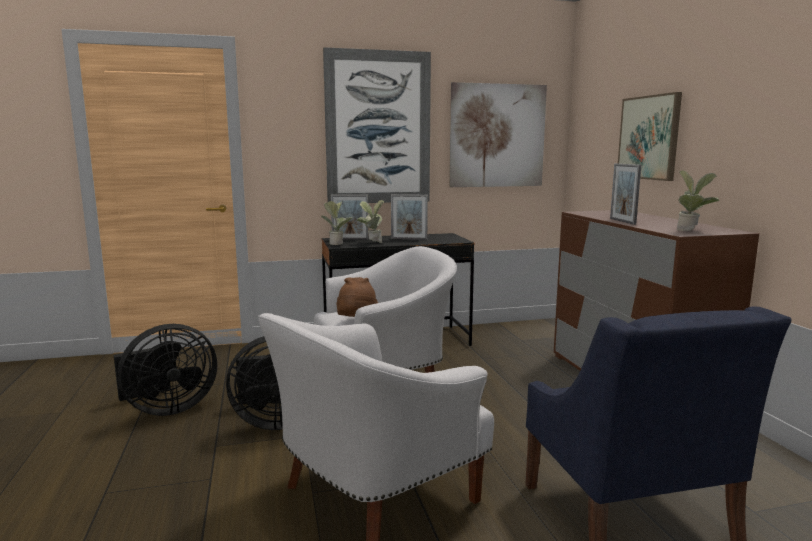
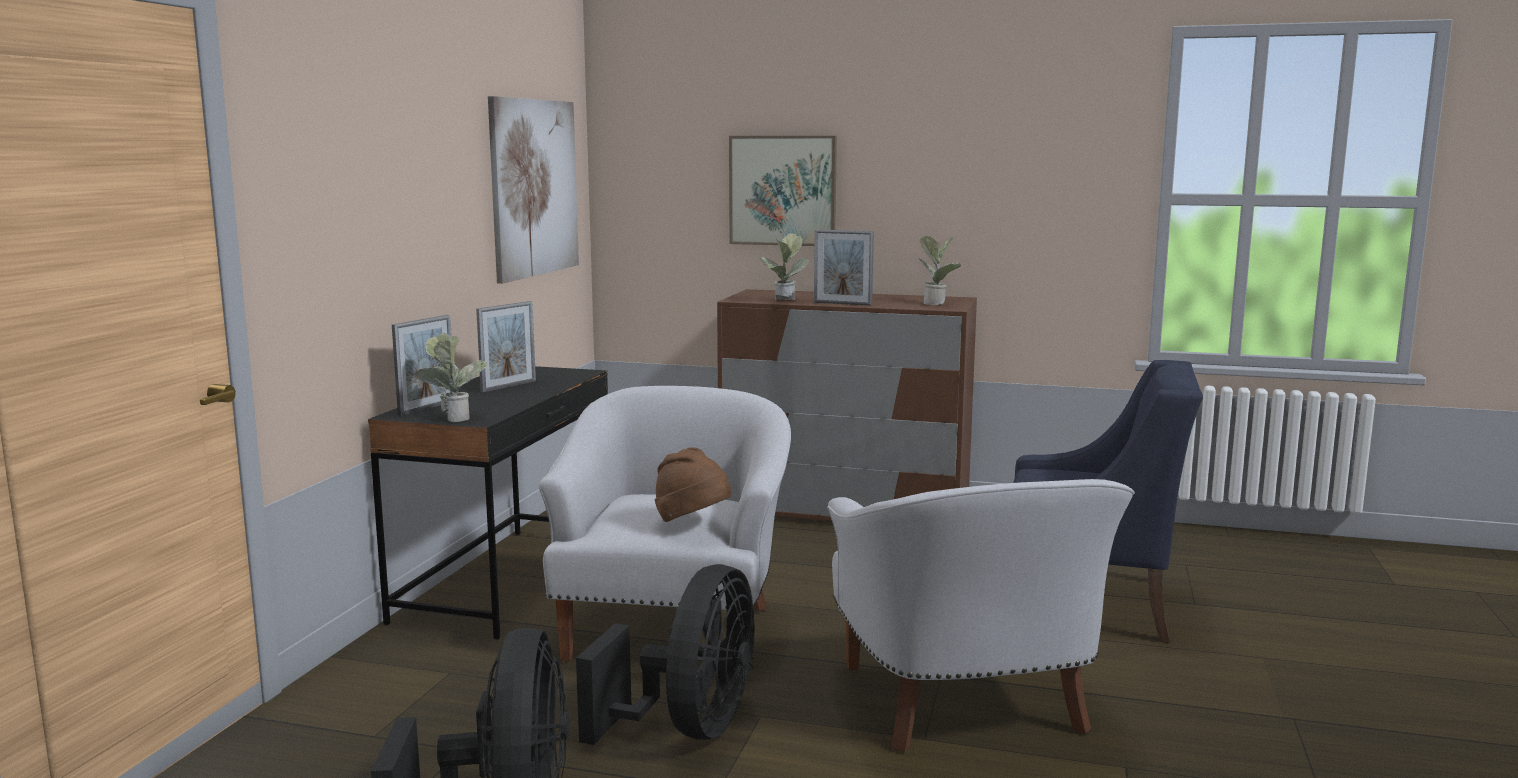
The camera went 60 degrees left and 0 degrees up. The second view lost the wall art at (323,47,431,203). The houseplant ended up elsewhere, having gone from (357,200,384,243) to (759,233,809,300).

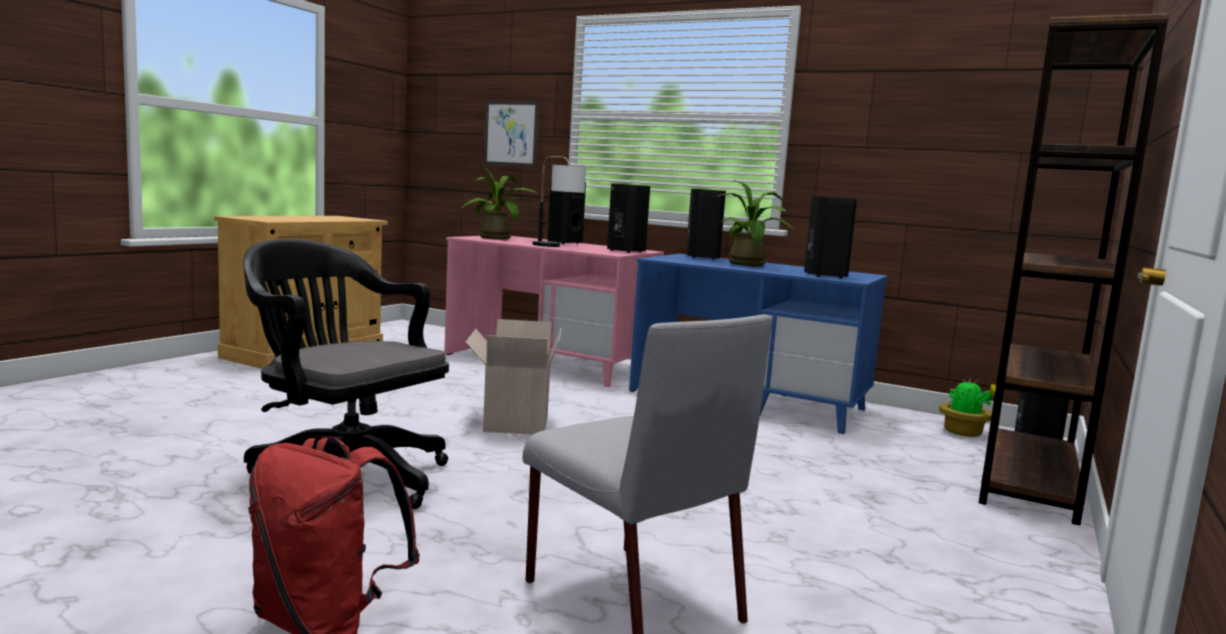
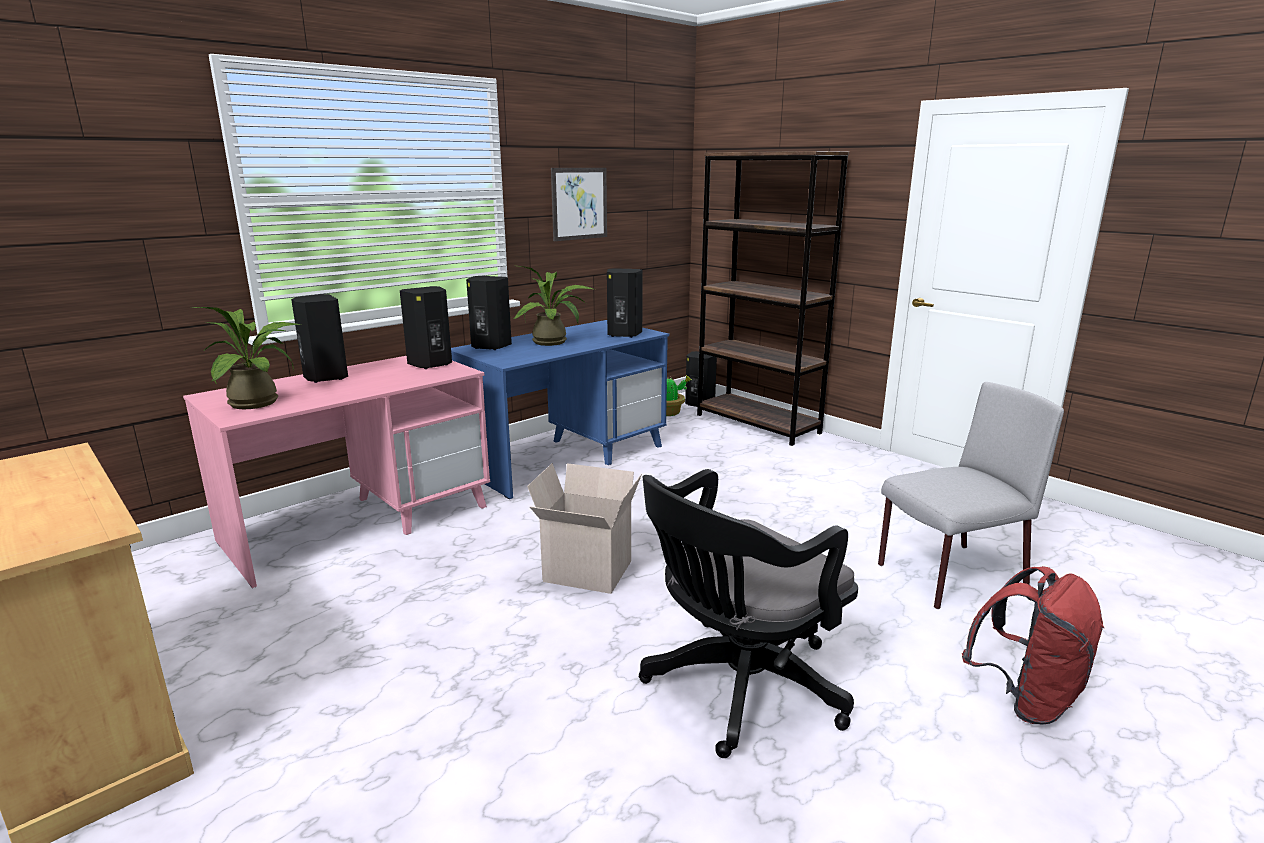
The camera went 70 degrees left and 10 degrees up. The wall art ended up elsewhere, having gone from (483,100,540,168) to (551,168,607,241). The second view lost the lamp for a table at (532,156,586,247).

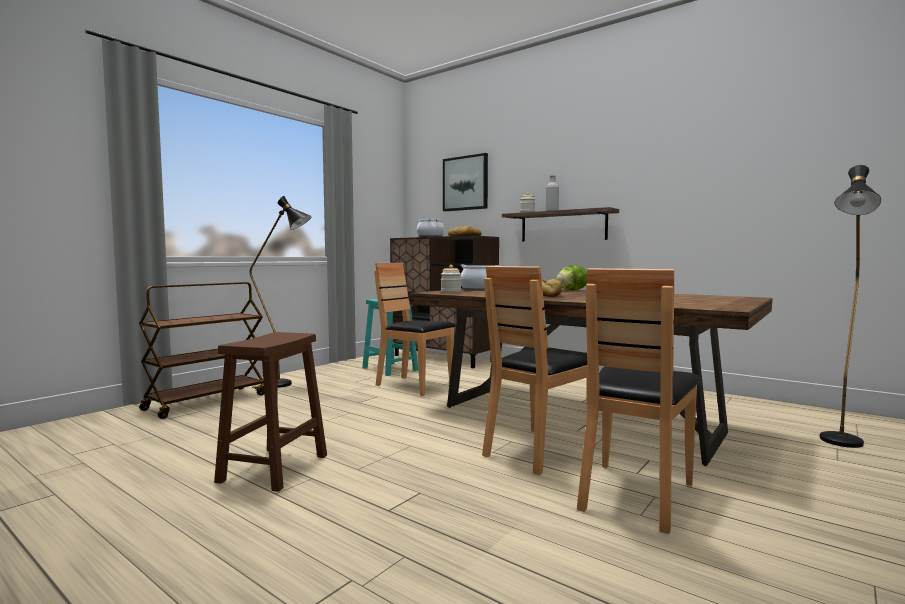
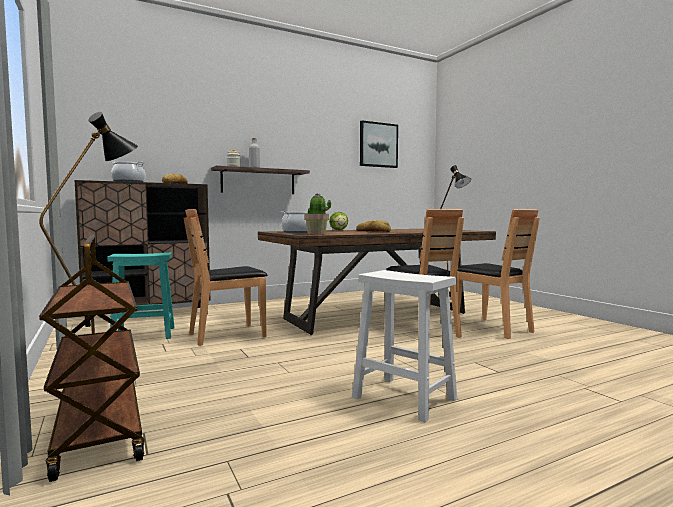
The camera went 65 degrees left and 0 degrees up. What was the brown sitting stool at (214,332,327,492) turned into the white sitting stool at (352,270,457,422). Where the preserve jar stood at (441,265,461,293), the houseplant came to stand at (304,193,331,235). The wall art ended up elsewhere, having gone from (443,153,488,211) to (360,120,398,168).

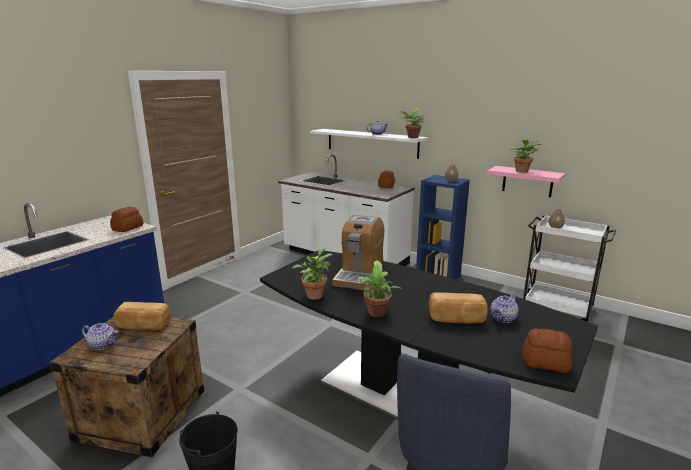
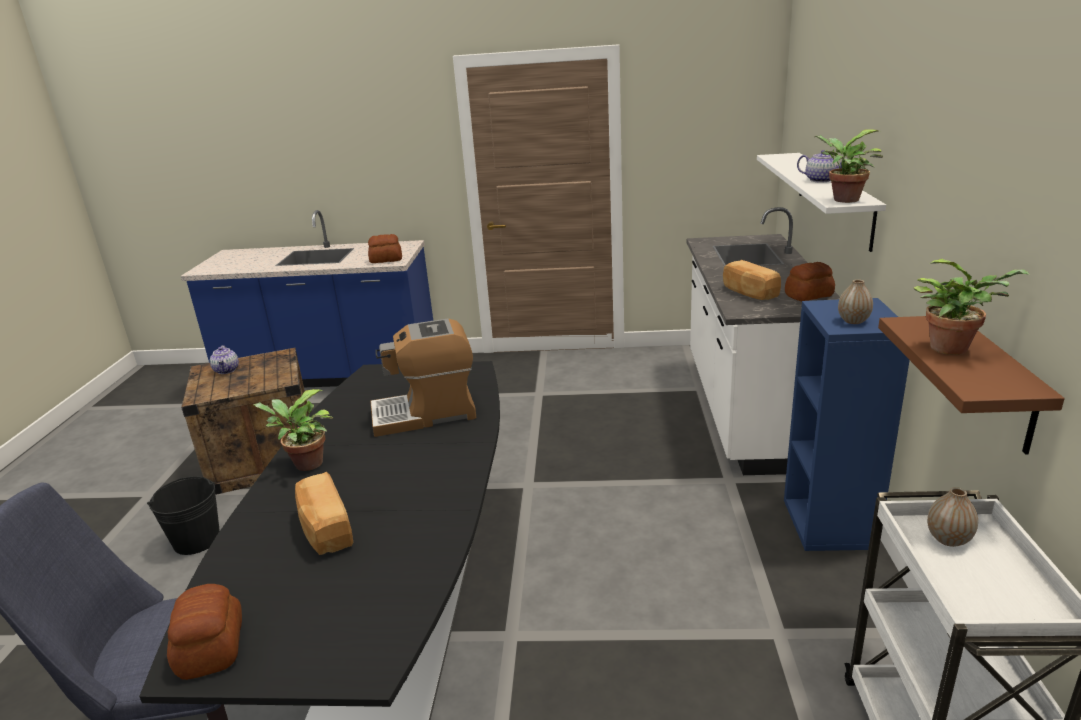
The camera went 60 degrees right and 5 degrees up. The baked bread ended up elsewhere, having gone from (114,302,171,330) to (723,260,781,300). The second view lost the houseplant at (292,247,332,300). What was the pink-coloured wall shelf at (487,166,565,197) turned into the brown wall shelf at (878,316,1065,455). The second view lost the pot for tea at (491,294,518,323).

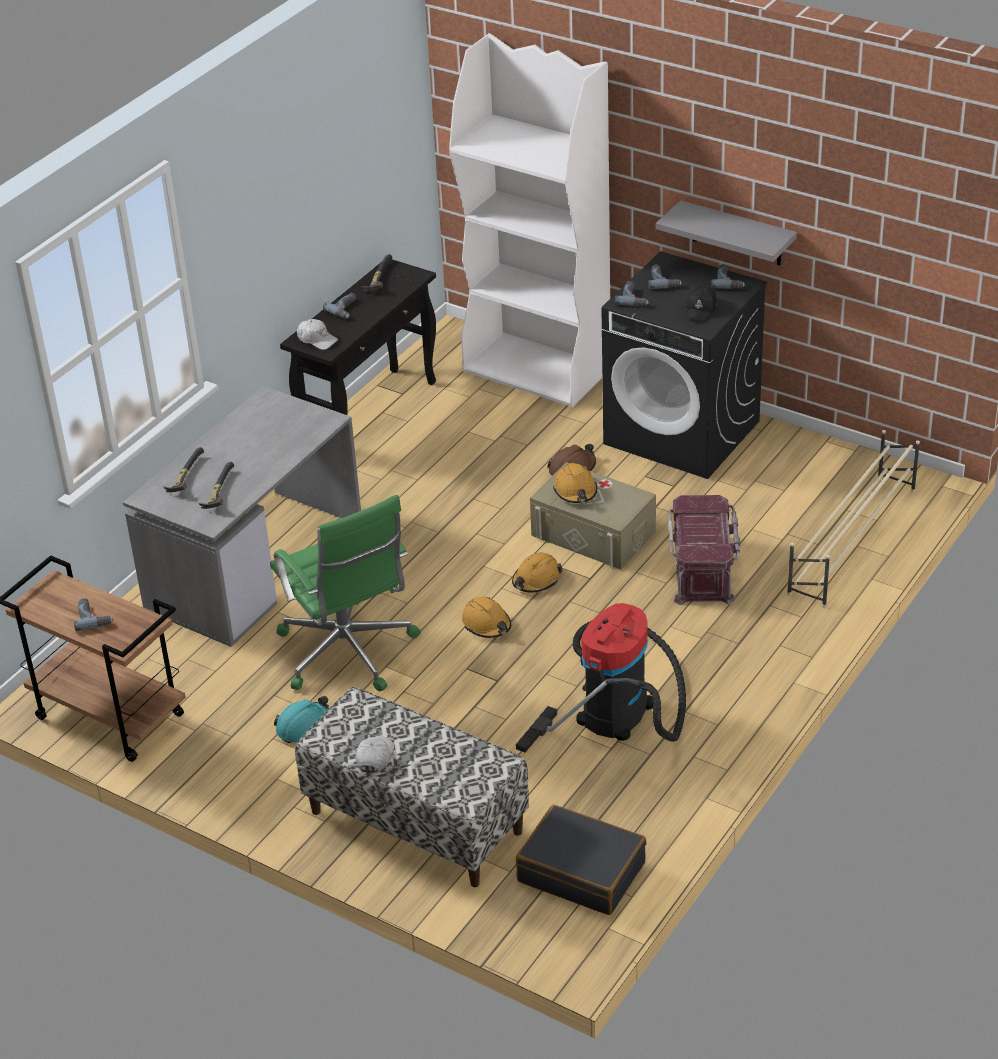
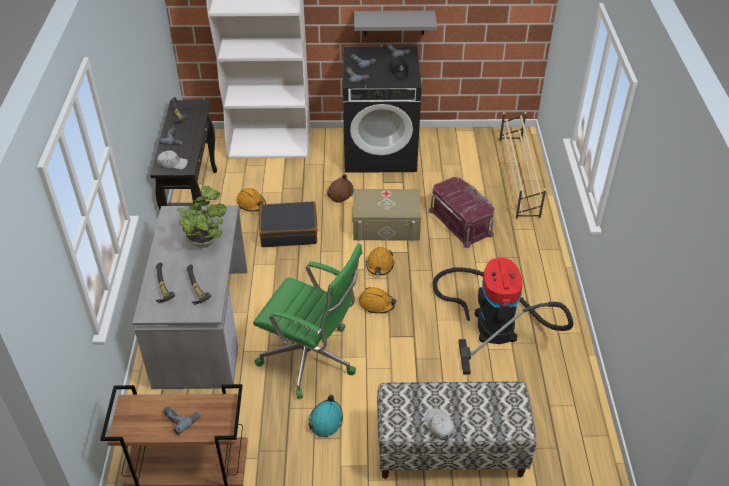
The camera went 35 degrees left and 5 degrees up. The blackish suitcase ended up elsewhere, having gone from (516,805,647,915) to (259,201,317,247). The orange-coloured work helmet ended up elsewhere, having gone from (553,463,597,503) to (237,188,266,212). The second view gained the houseplant at (177,186,226,248).

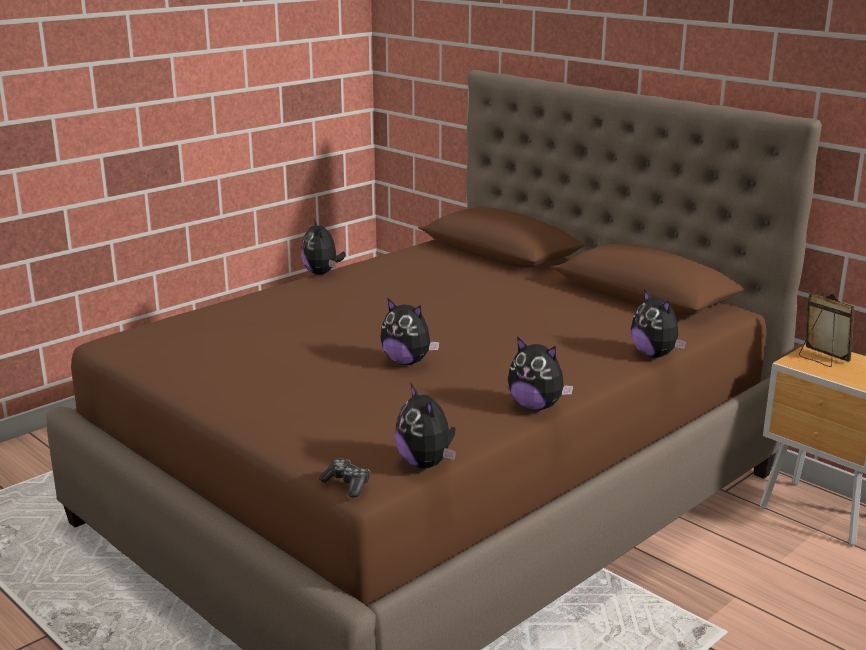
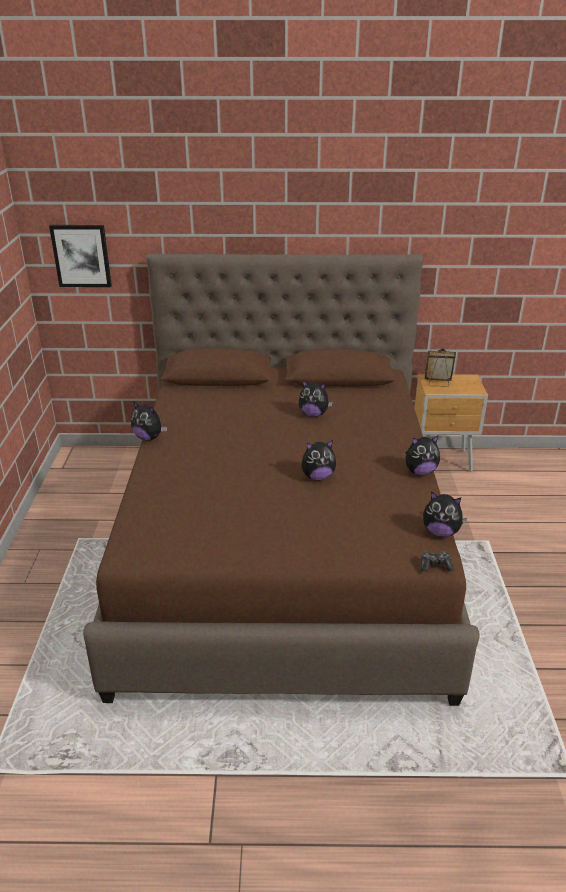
The camera went 45 degrees left and 10 degrees up. The plush toy ended up elsewhere, having gone from (631,289,686,358) to (299,380,333,417). The second view gained the wall art at (49,225,112,287).

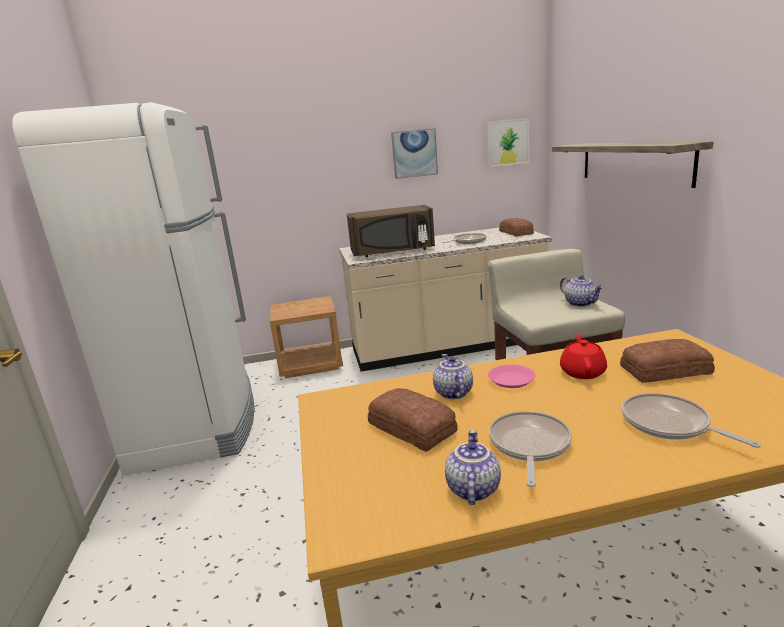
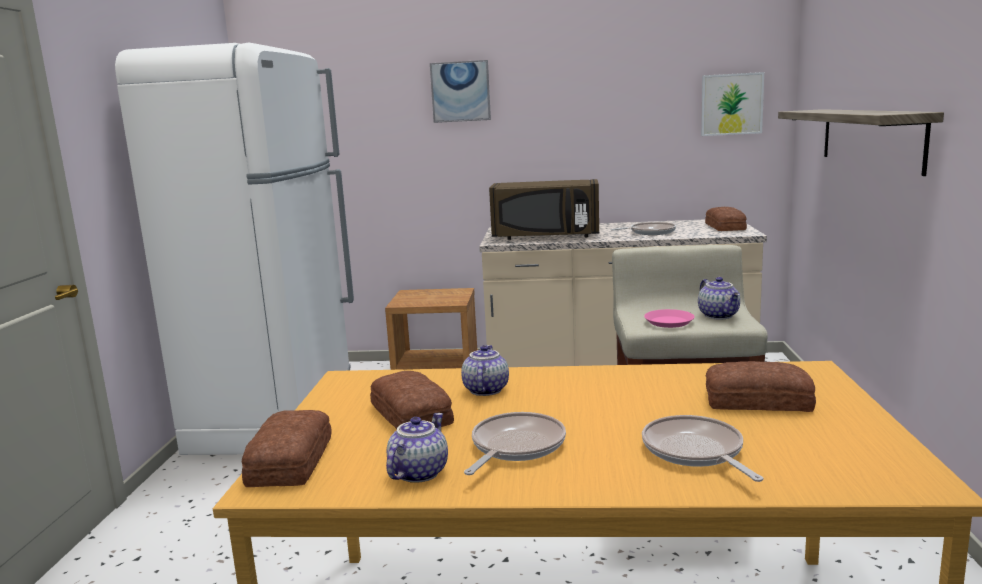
The camera went 15 degrees right and 5 degrees down. The wall art ended up elsewhere, having gone from (391,128,438,179) to (430,60,491,123). The pink-coloured plate ended up elsewhere, having gone from (488,365,535,388) to (644,309,695,328). The second view lost the reddish pot for tea at (560,333,607,379). The second view gained the baked bread at (242,410,331,487).

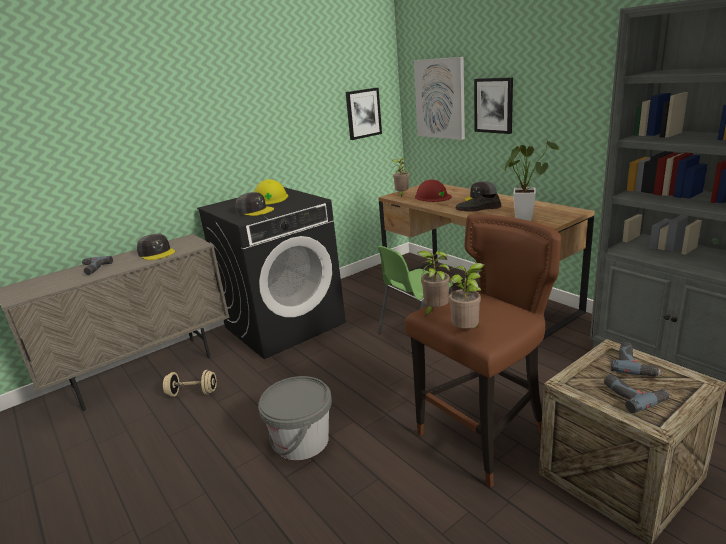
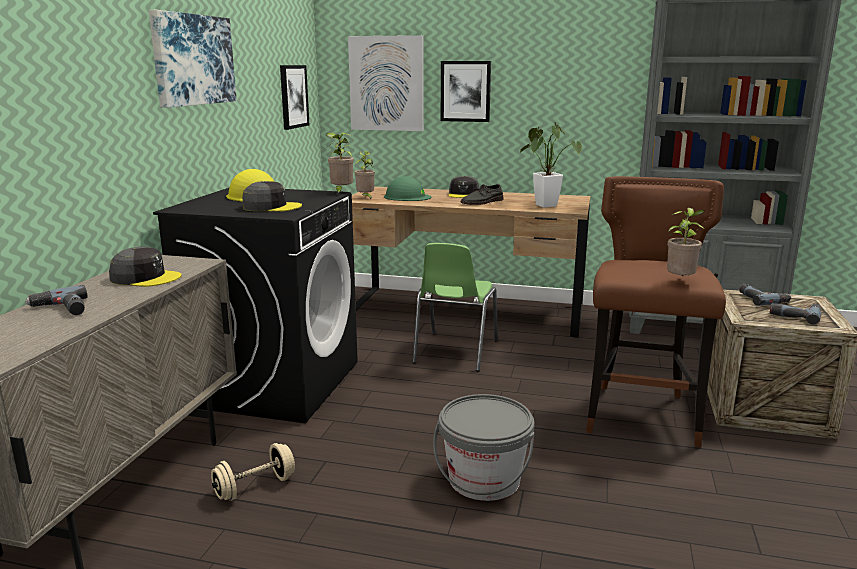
The camera went 40 degrees left and 5 degrees down. What was the reddish work helmet at (415,180,452,202) turned into the green work helmet at (384,176,431,201). The houseplant ended up elsewhere, having gone from (418,251,450,318) to (326,133,354,195). The second view gained the wall art at (149,10,237,108).

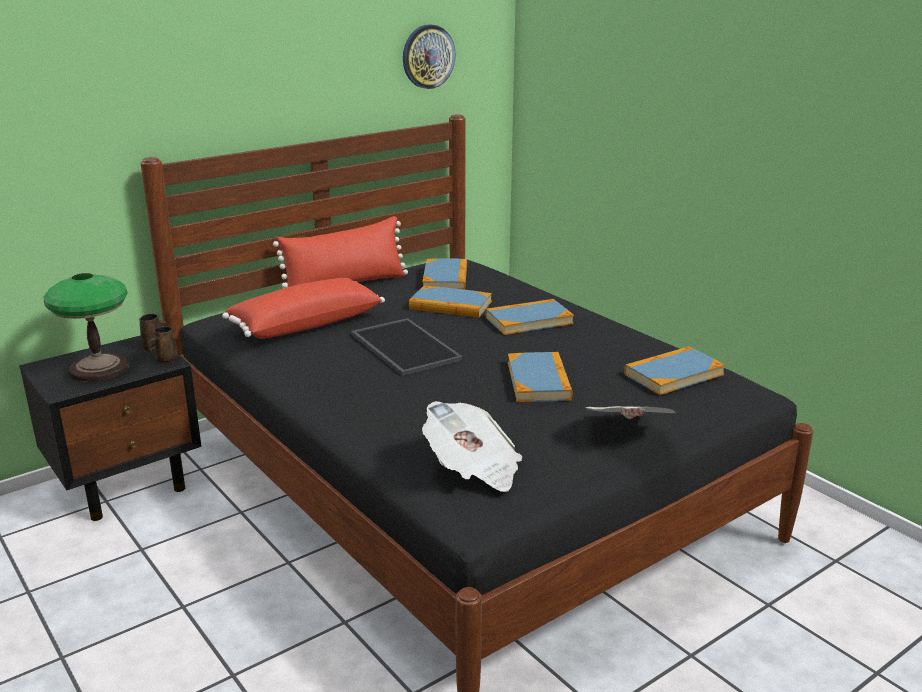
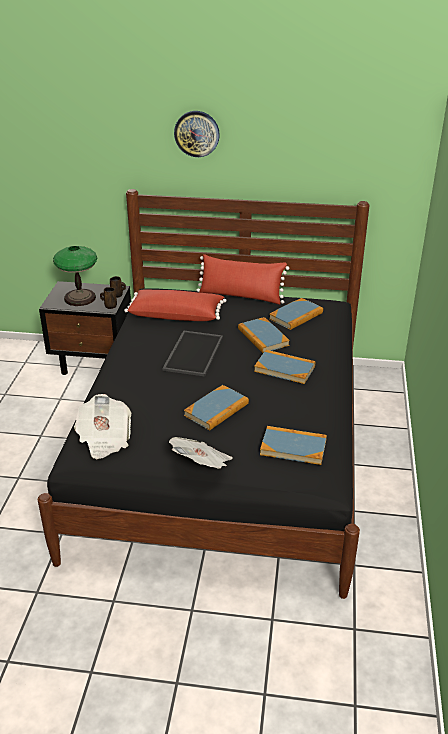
The camera went 45 degrees right and 10 degrees up. The wall clock ended up elsewhere, having gone from (403,24,456,89) to (174,111,220,157).

